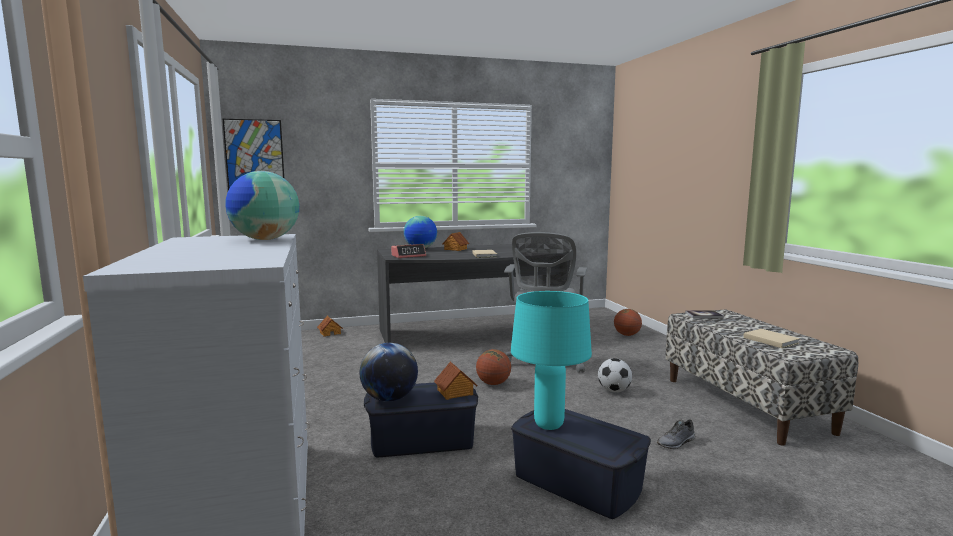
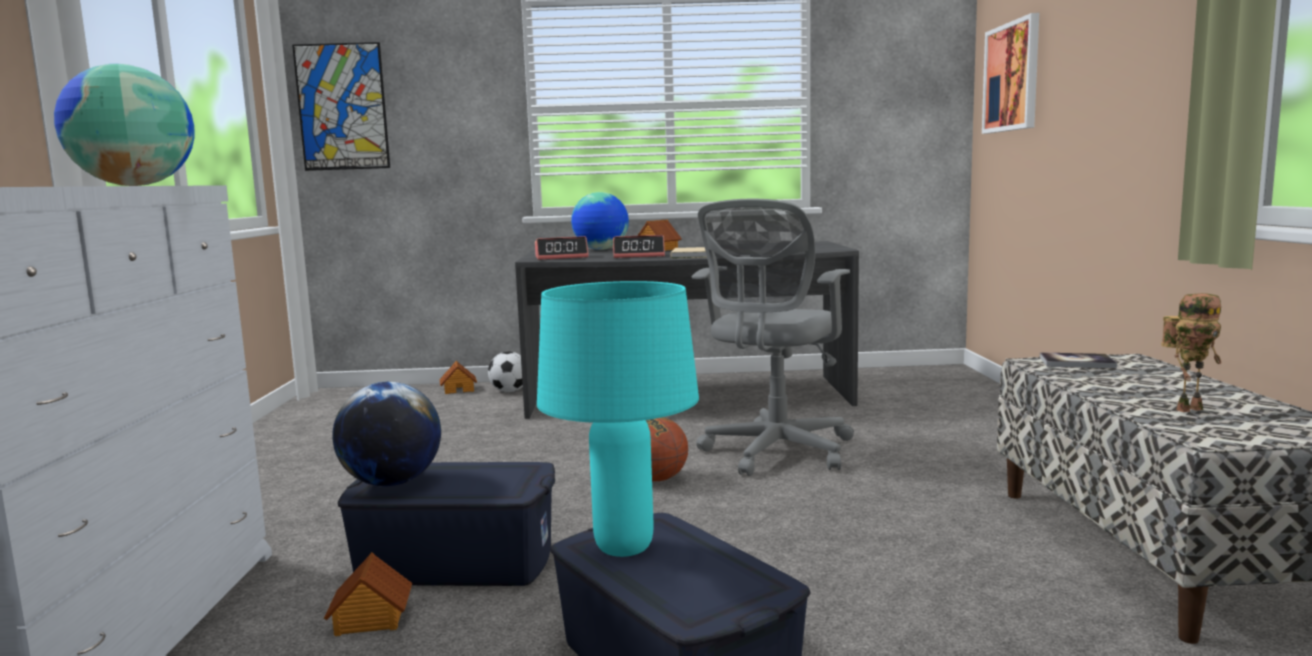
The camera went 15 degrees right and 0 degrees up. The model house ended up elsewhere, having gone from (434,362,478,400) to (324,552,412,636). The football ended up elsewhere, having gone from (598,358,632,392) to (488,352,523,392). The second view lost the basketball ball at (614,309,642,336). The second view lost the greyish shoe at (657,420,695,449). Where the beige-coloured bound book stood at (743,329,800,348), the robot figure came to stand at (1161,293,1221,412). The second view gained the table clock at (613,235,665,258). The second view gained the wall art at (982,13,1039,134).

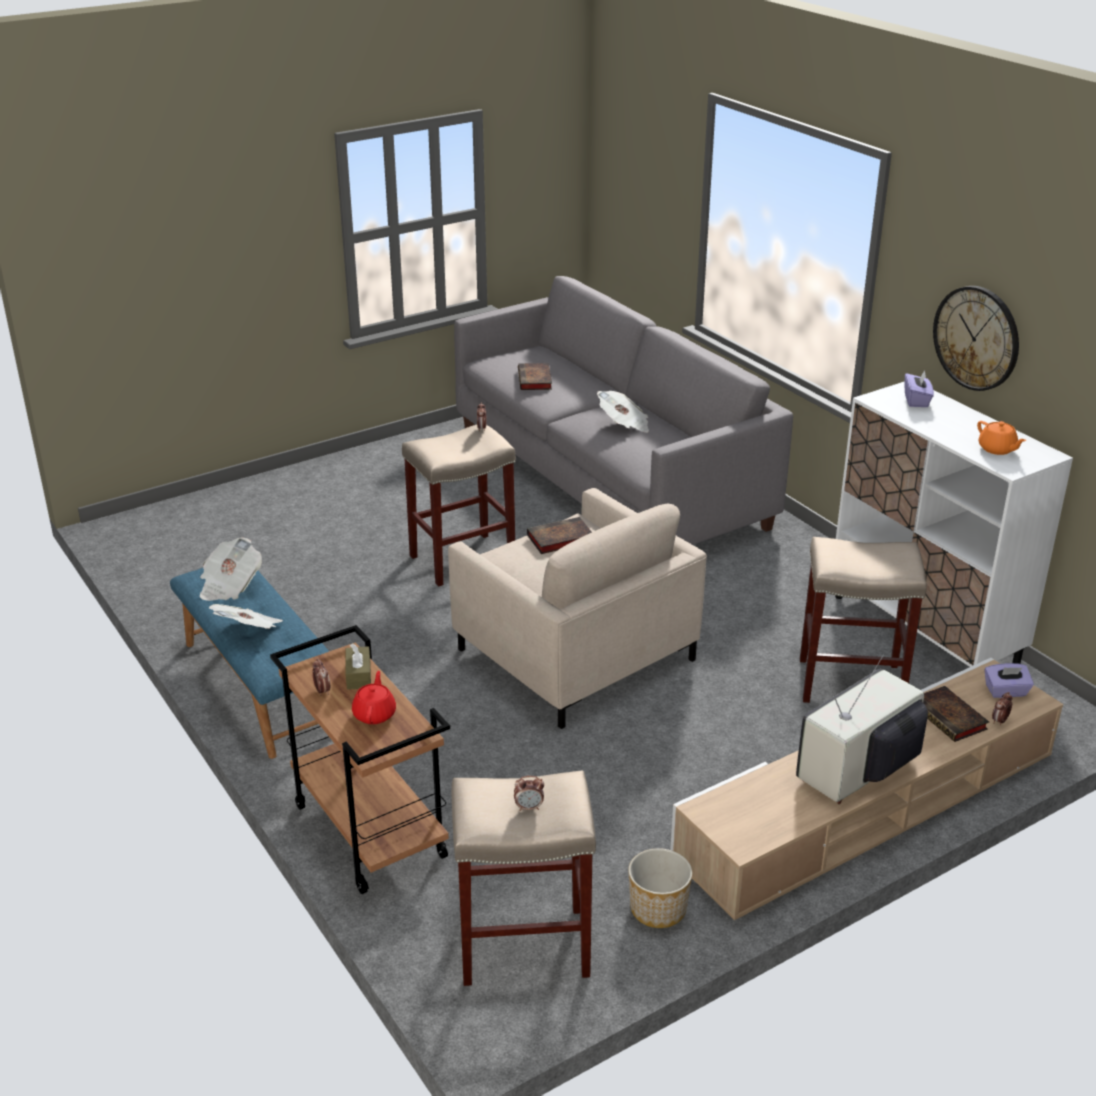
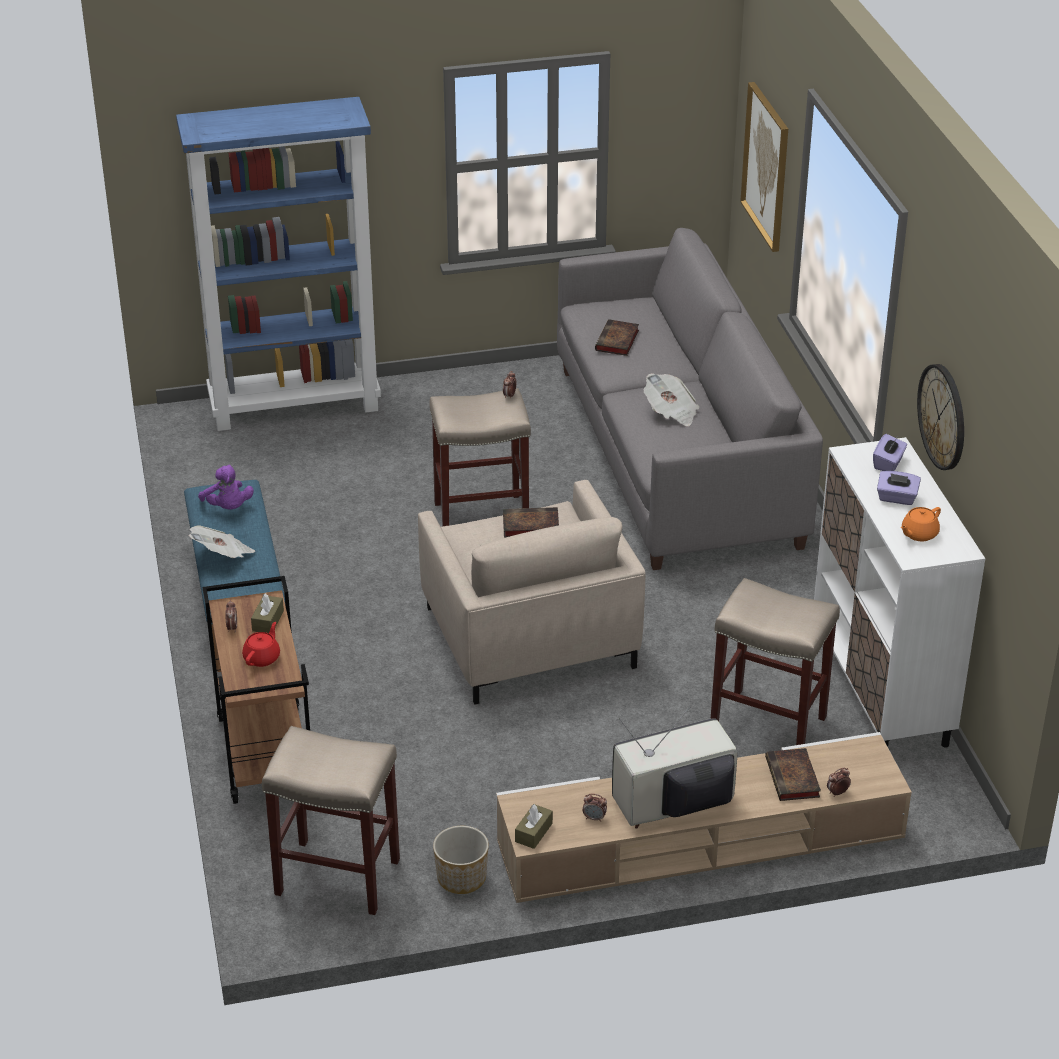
The camera went 20 degrees right and 5 degrees up. Where the daily paper stood at (200,537,262,601), the purple plush toy came to stand at (198,465,254,510). The table clock ended up elsewhere, having gone from (514,776,544,811) to (583,794,607,822). The orange-coloured pot for tea at (977,421,1026,455) ended up facing another way, 60 degrees clockwise from before. The purple box of tissues ended up elsewhere, having gone from (985,663,1034,698) to (877,471,921,505). The second view gained the blue bookshelf at (176,97,381,431). The second view gained the brown box of tissues at (515,804,553,849). The second view gained the wall art at (740,82,788,252).

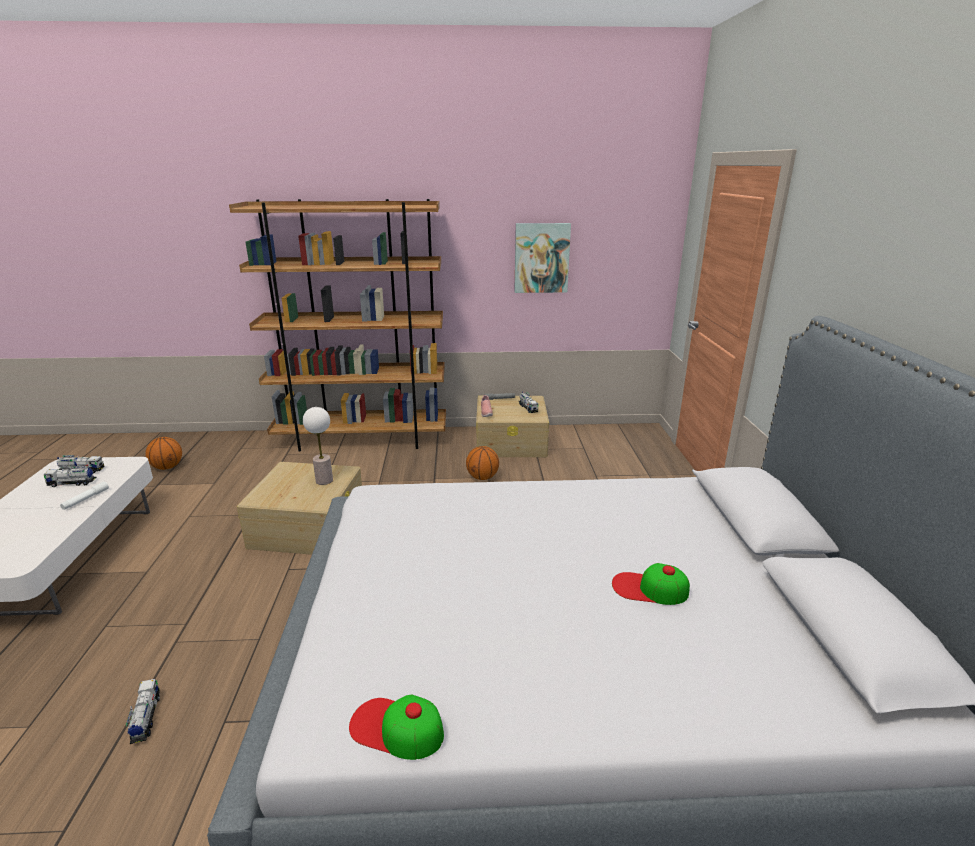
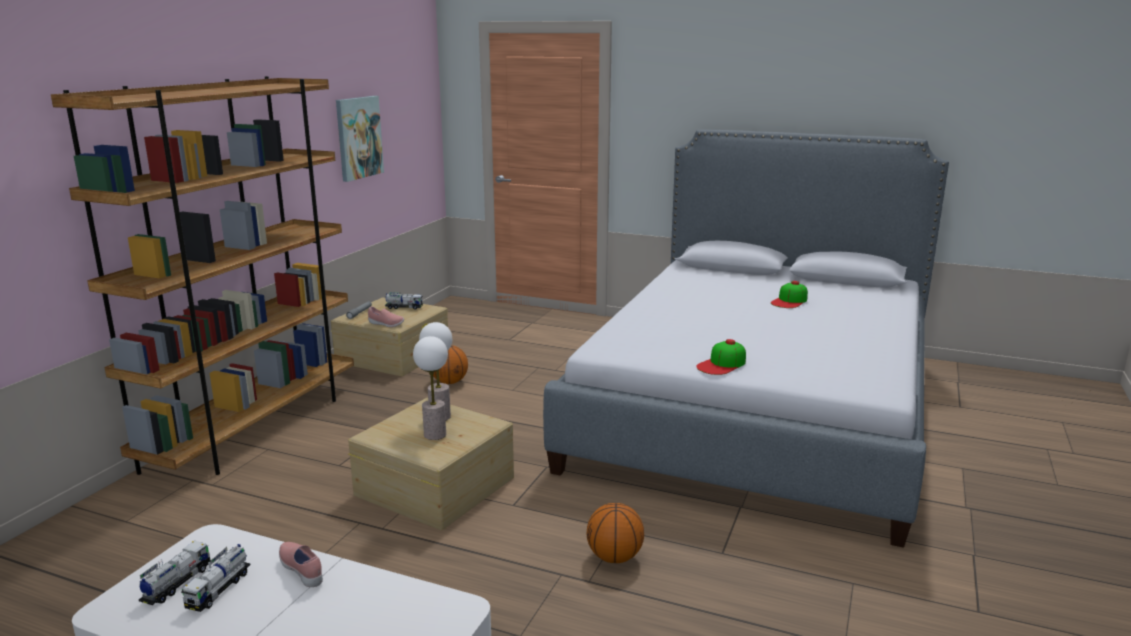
The camera went 65 degrees left and 5 degrees down. Where the white torch stood at (60,481,109,510), the pink-coloured shoe came to stand at (279,542,323,587). The second view lost the toy truck at (126,679,160,744). The basketball ball ended up elsewhere, having gone from (145,437,182,470) to (587,503,644,563). The peaked cap ended up elsewhere, having gone from (349,695,444,760) to (696,339,746,375). The second view gained the lamp for a table at (413,336,448,440).

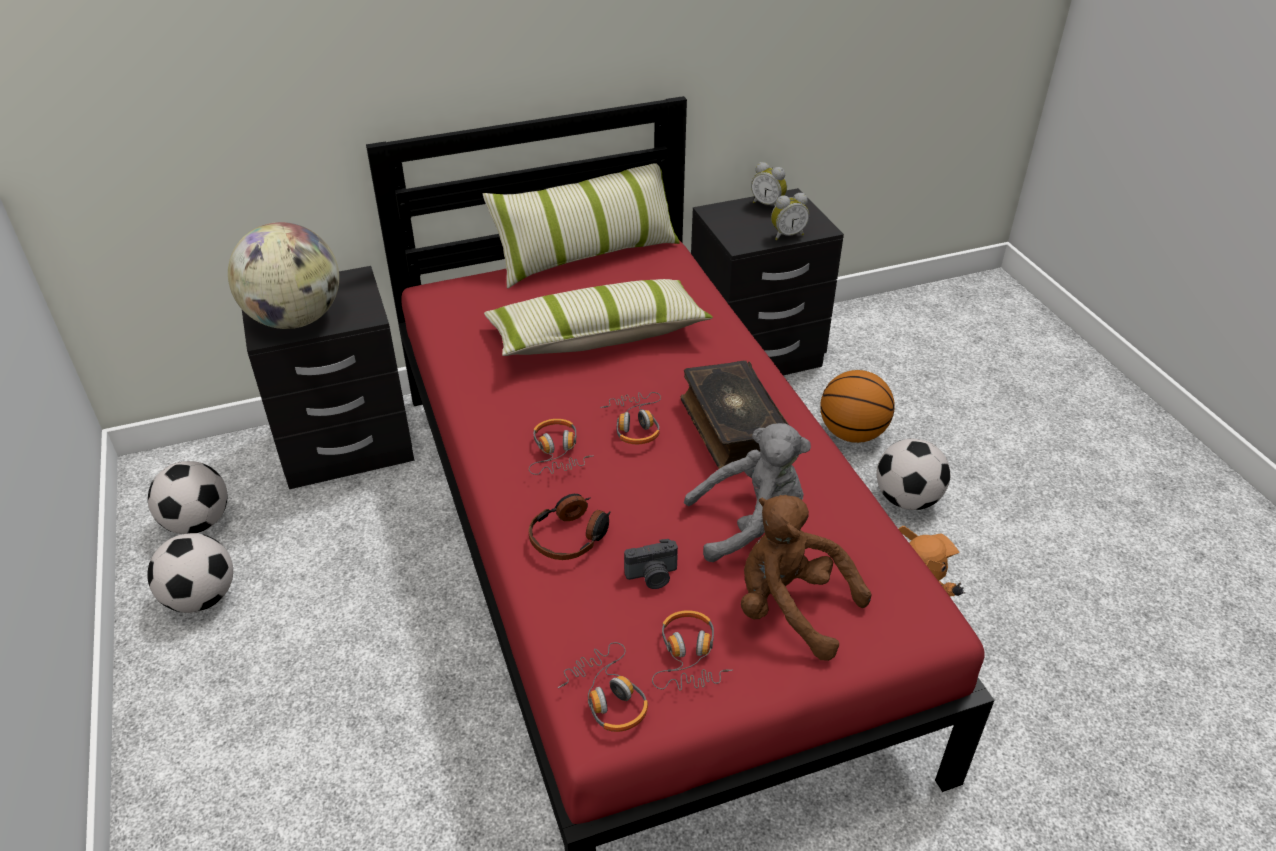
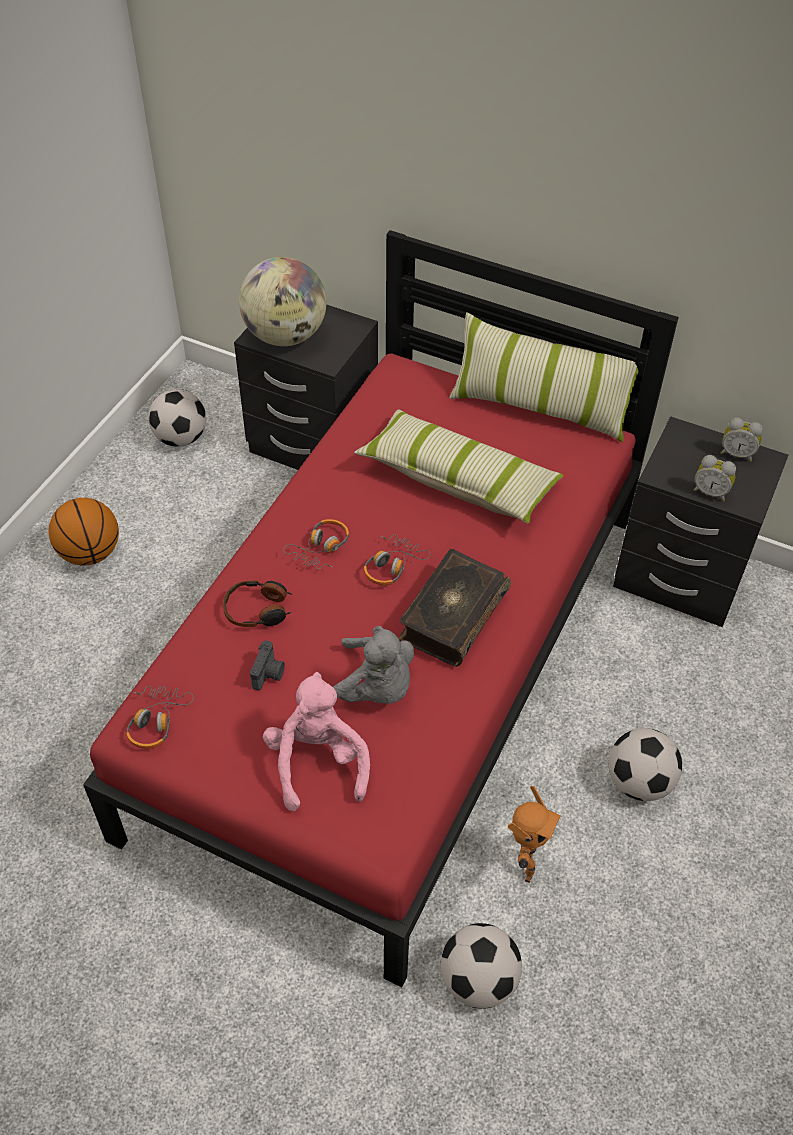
The camera went 45 degrees right and 10 degrees up. The football ended up elsewhere, having gone from (147,533,233,613) to (441,923,522,1009). The still camera at (624,539,678,589) ended up facing another way, 105 degrees counterclockwise from before. The second view lost the headphones at (652,610,733,691). What was the brown plush toy at (741,495,872,661) turned into the pink-coloured plush toy at (263,672,370,811). The table clock at (751,162,787,206) ended up facing another way, 60 degrees counterclockwise from before. The basketball ball ended up elsewhere, having gone from (820,370,895,443) to (49,498,119,566).

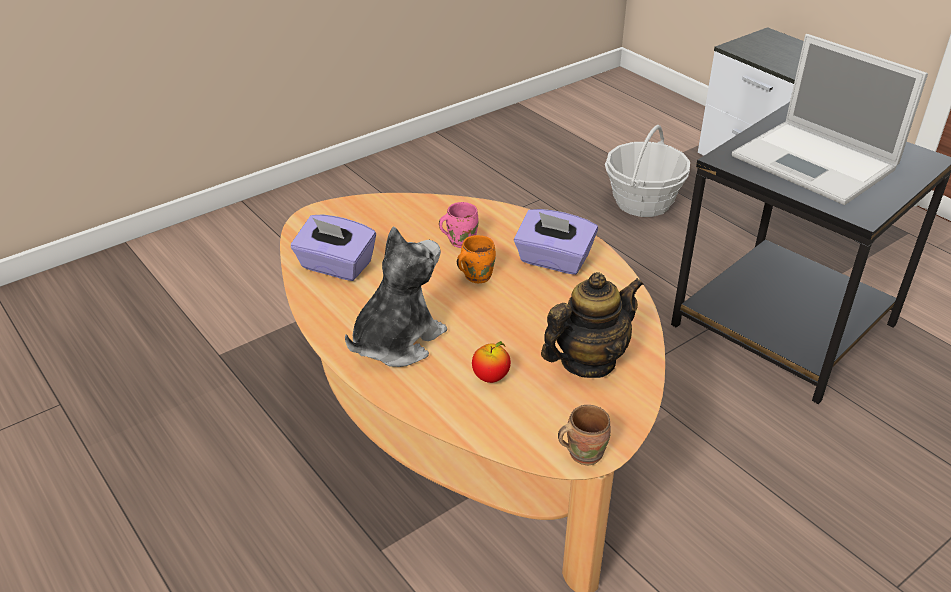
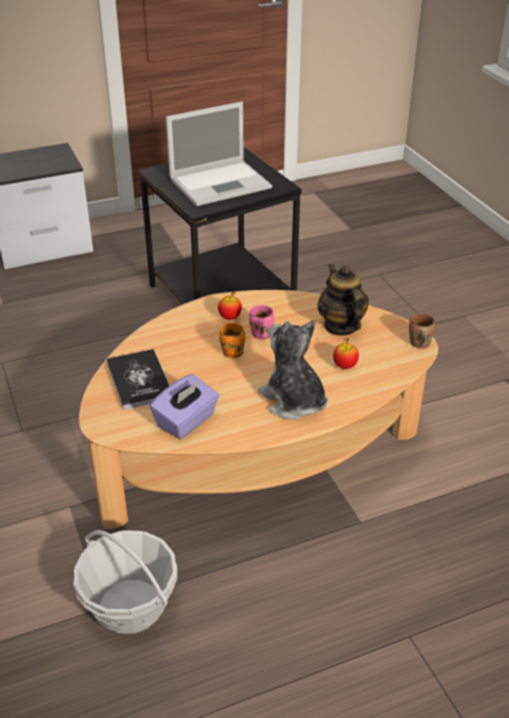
The camera went 75 degrees left and 0 degrees up. The pink-coloured coffee mug ended up elsewhere, having gone from (439,202,479,248) to (249,305,274,340). Where the purple box of tissues stood at (514,209,598,275), the whole apple came to stand at (218,292,242,320). The storage basket ended up elsewhere, having gone from (605,125,690,217) to (73,530,177,634). The second view gained the bound book at (107,349,169,410).

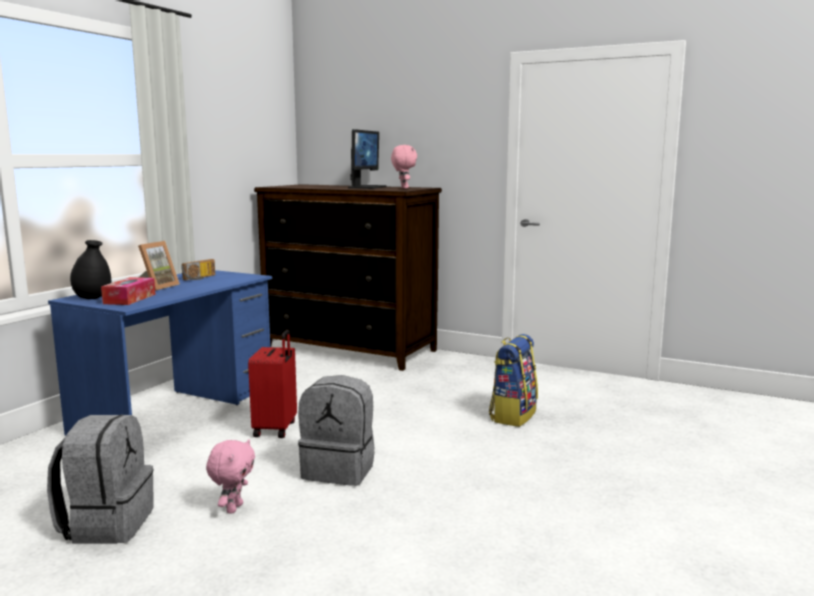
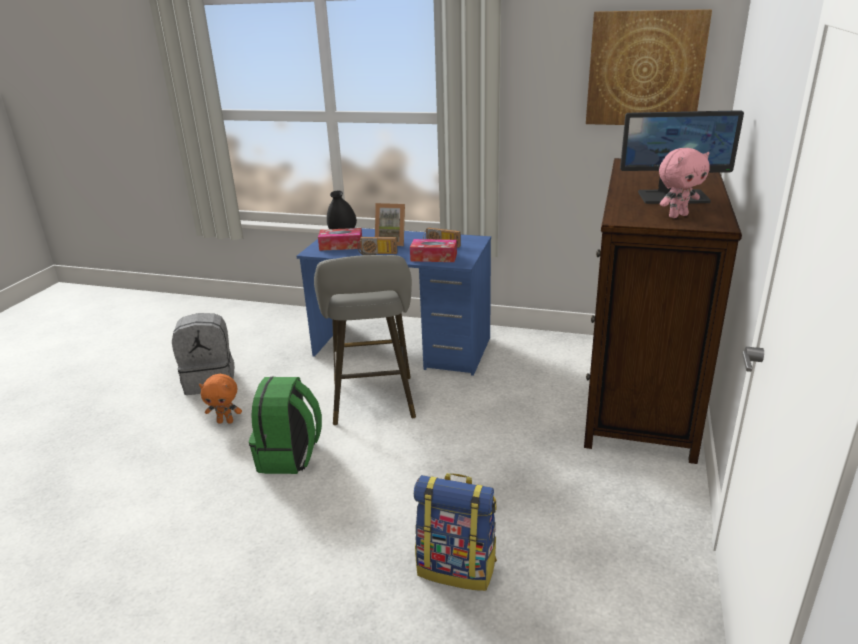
The camera went 80 degrees right and 15 degrees up. What was the pink-coloured plush toy at (206,439,255,514) turned into the orange-coloured plush toy at (199,374,242,424). Where the reddish suitcase stood at (248,330,297,438), the greyish sitting stool came to stand at (314,255,416,425). What was the greyish backpack at (298,375,374,486) turned into the green backpack at (249,377,322,474). The second view gained the radio at (358,237,398,255). The second view gained the box of tissues at (410,239,457,262). The second view gained the wall art at (586,9,712,125).

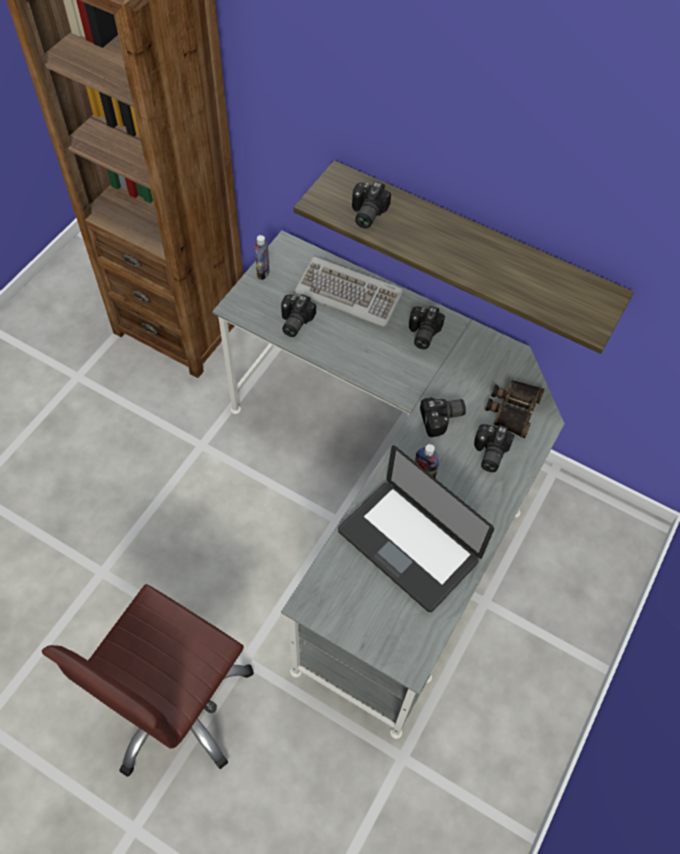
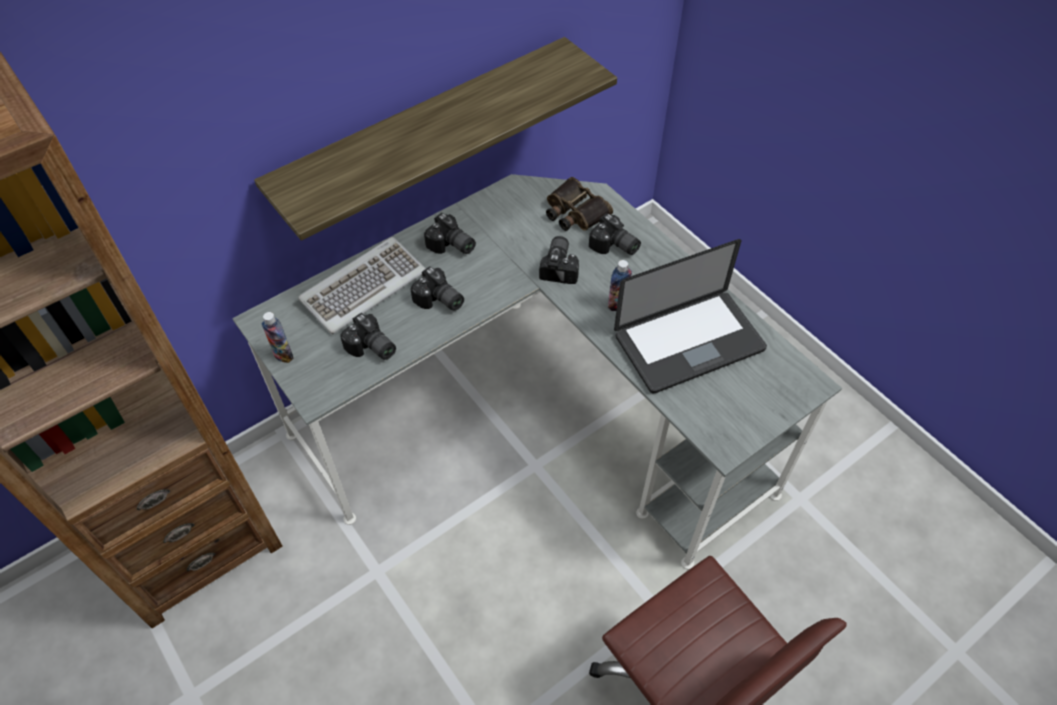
The camera went 65 degrees left and 5 degrees down. The still camera ended up elsewhere, having gone from (352,182,391,229) to (410,266,464,311).

